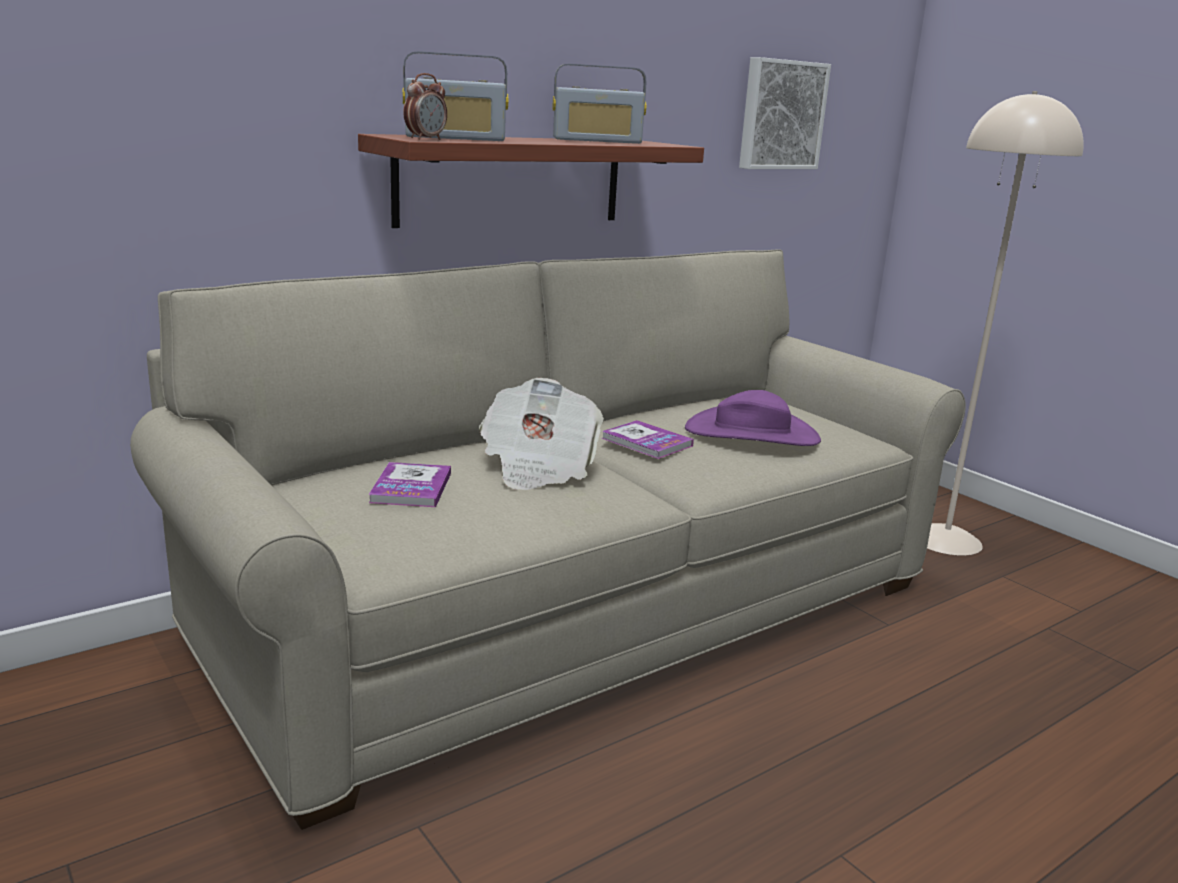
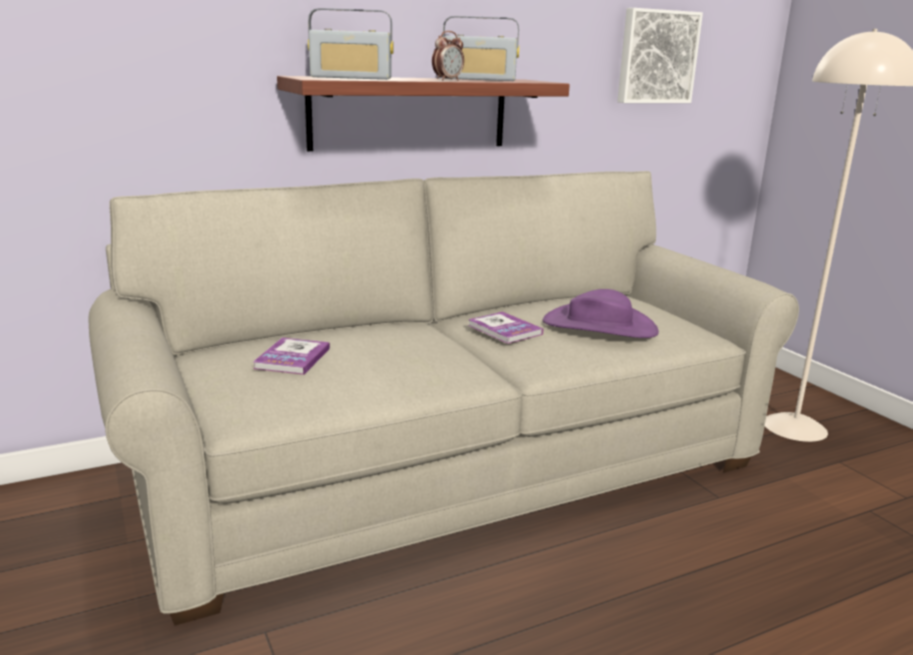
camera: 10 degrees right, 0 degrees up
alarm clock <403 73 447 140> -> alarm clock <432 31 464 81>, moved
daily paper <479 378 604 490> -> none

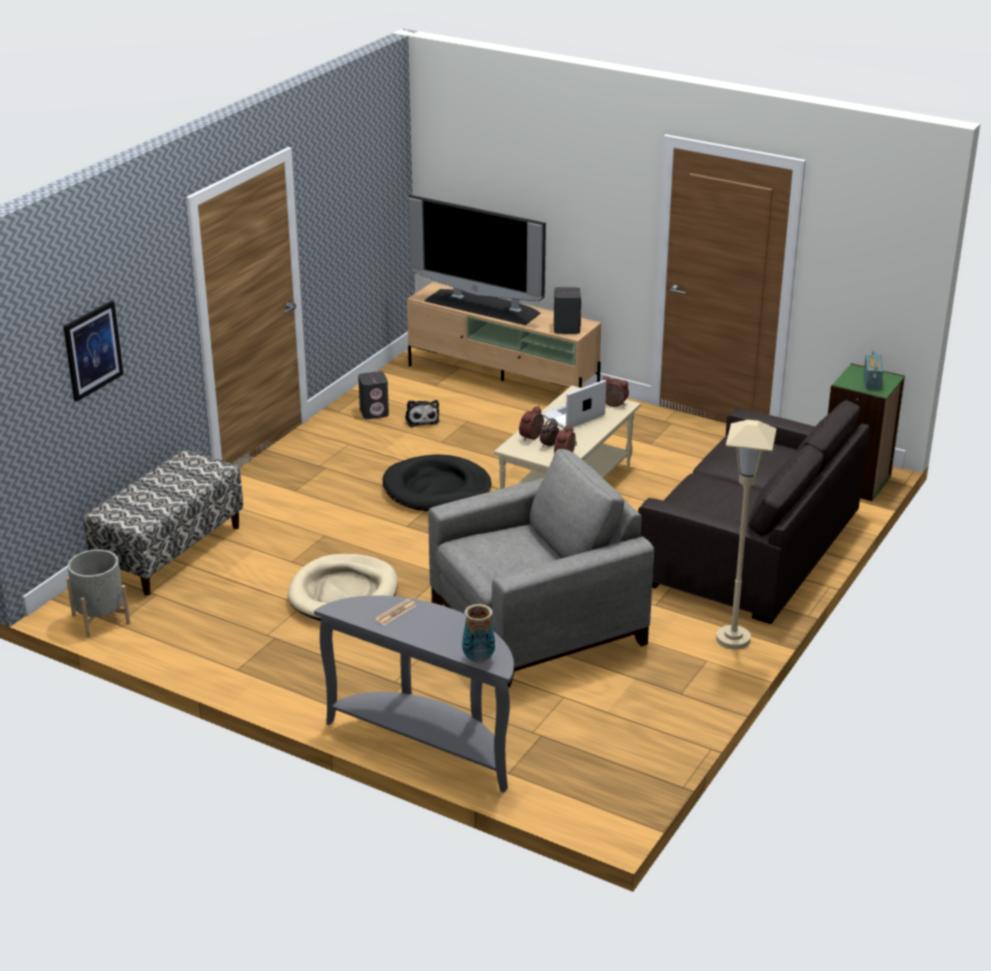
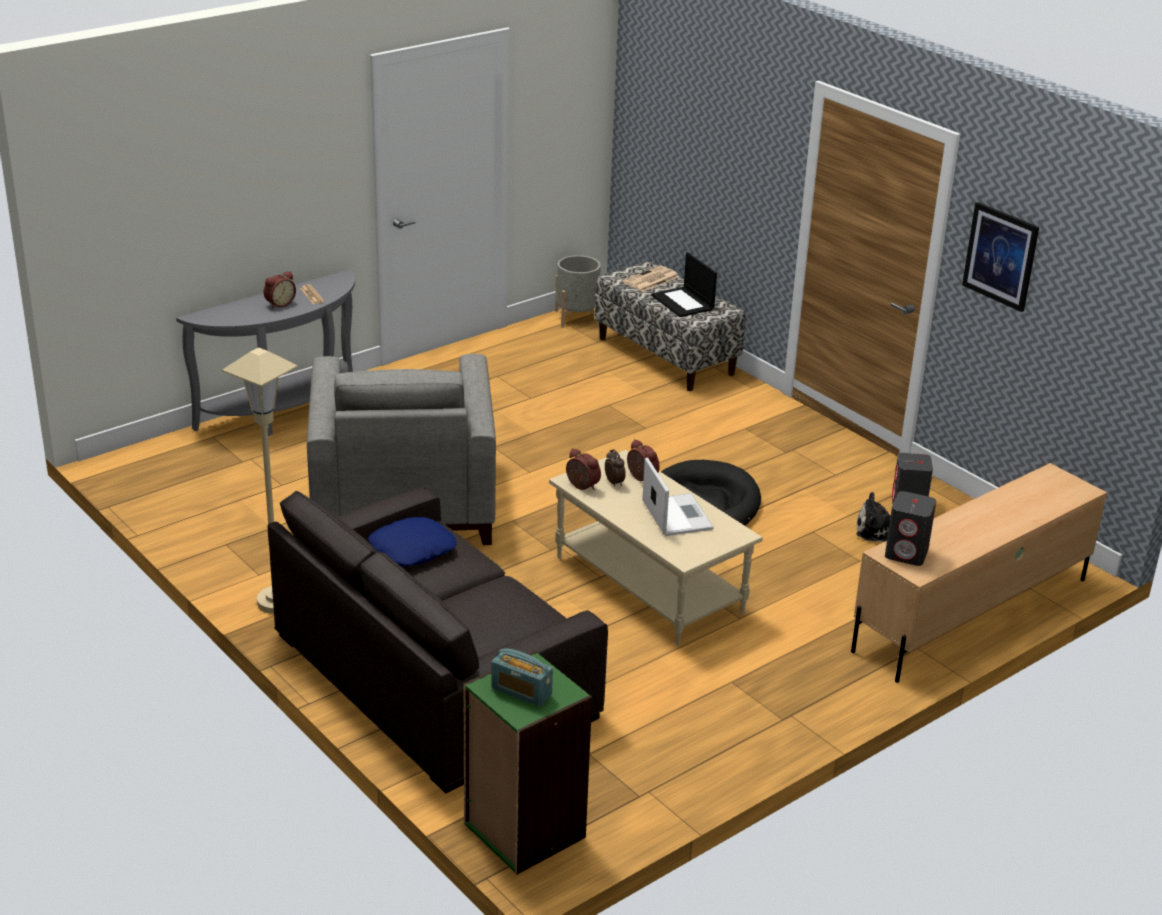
camera: 110 degrees right, 0 degrees up
television <408 195 546 325> -> none
picture <63 300 124 402> -> picture <962 202 1039 312>, moved
alarm clock <602 377 629 407> -> alarm clock <264 271 296 308>, moved
beige dog cushion <288 554 398 621> -> none
vase <462 604 495 663> -> none
none -> laptop <651 252 717 317>
none -> daily paper <622 265 680 292>
none -> blue throw pillow <368 517 457 566>

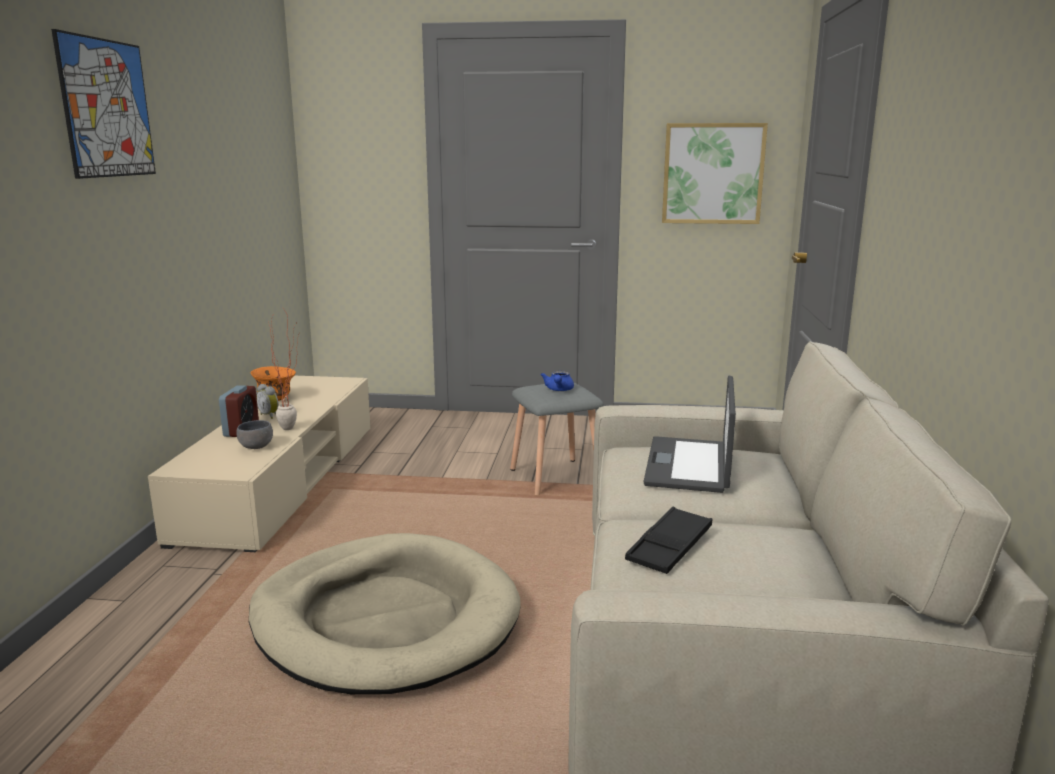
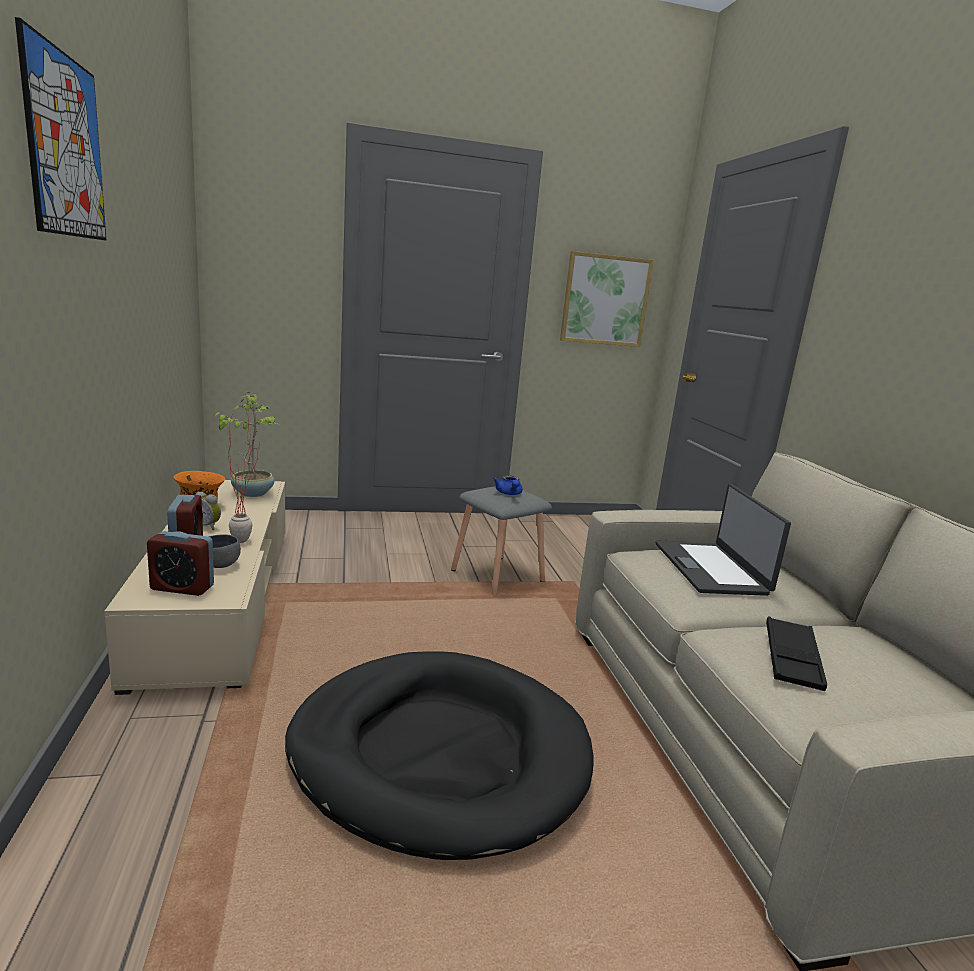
camera: 20 degrees left, 0 degrees up
beige dog cushion <249 533 521 694> -> black-coloured dog cushion <285 652 594 860>
none -> potted plant <213 392 279 497>
none -> alarm clock <147 531 214 596>

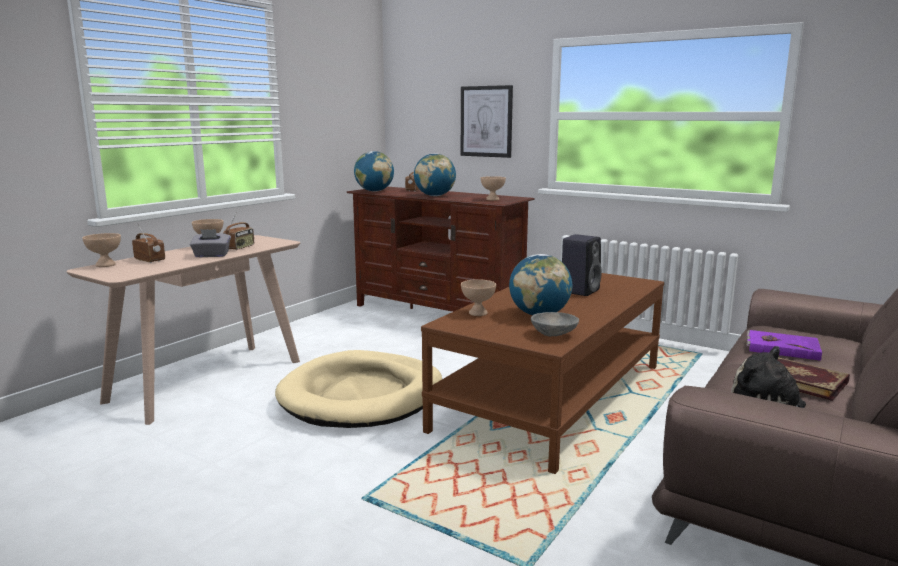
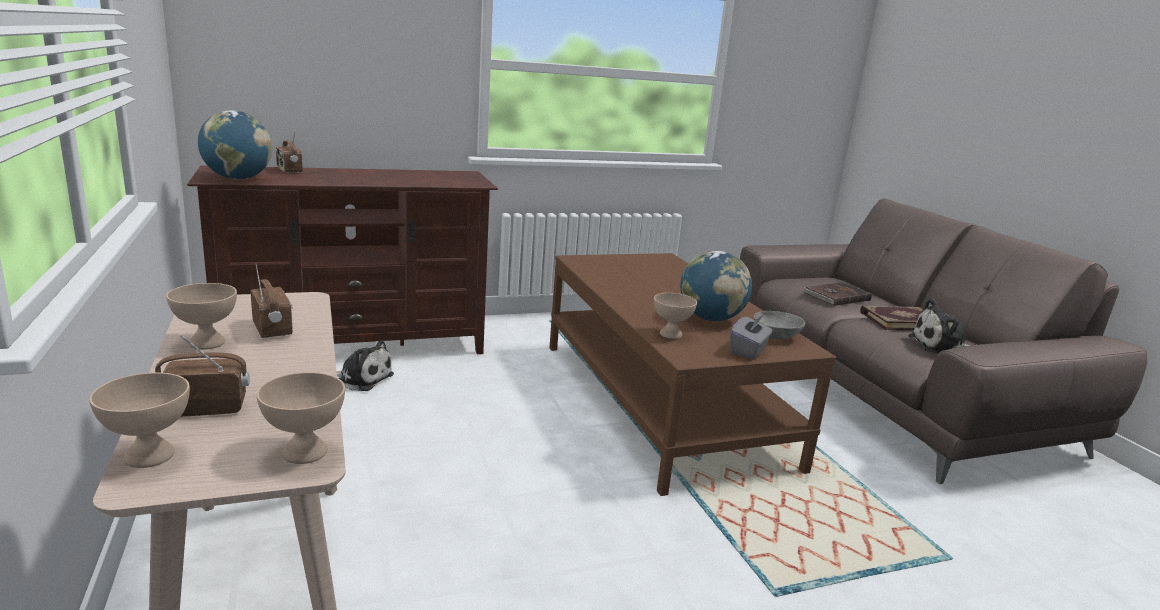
camera: 55 degrees left, 5 degrees up
picture <461 85 513 158> -> none
desk globe <414 153 456 196> -> none
beige deep dish <481 176 506 200> -> beige deep dish <257 372 345 464>, moved
gray tissue box <190 229 230 257> -> gray tissue box <730 314 773 359>, moved
black-coloured speaker <562 234 602 296> -> none
purple-coloured bound book <747 330 822 361> -> brown-coloured bound book <802 282 872 306>
beige dog cushion <275 350 442 428> -> none
none -> soft toy <337 340 394 391>

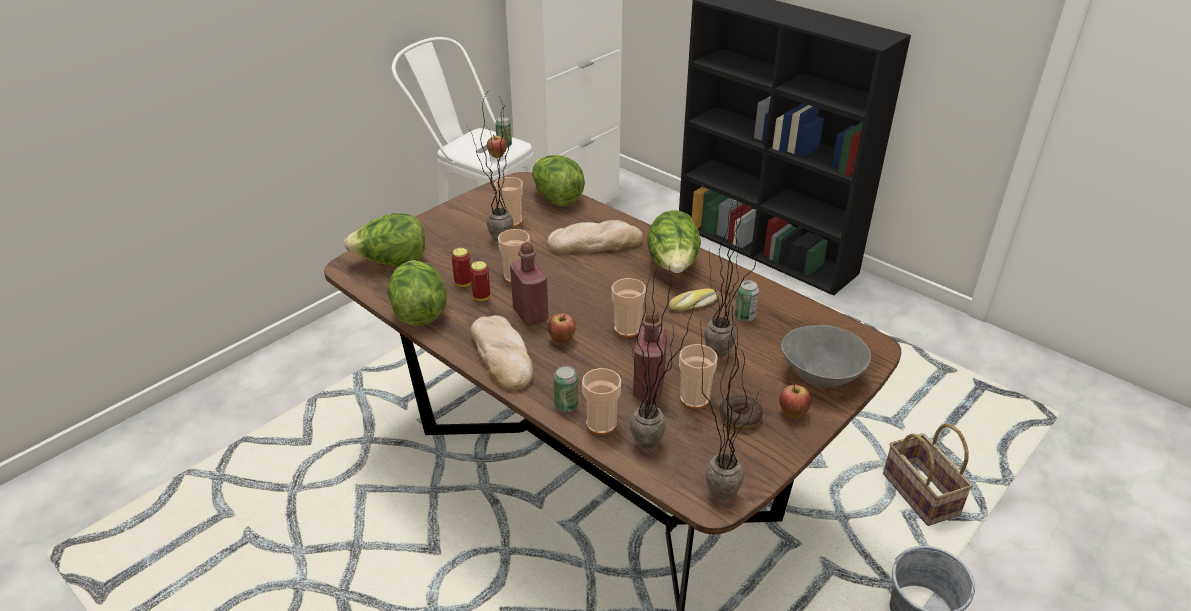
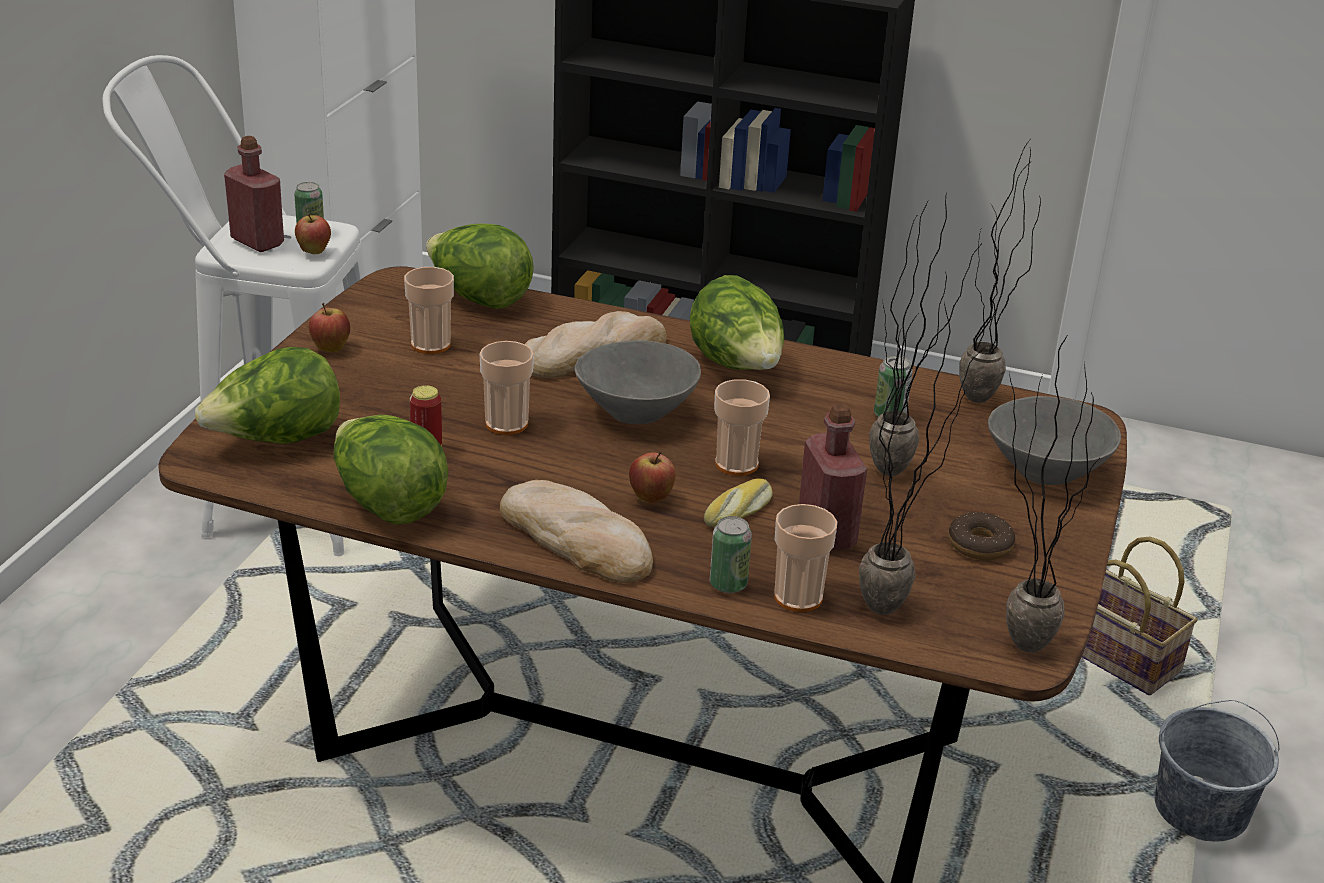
camera: 25 degrees left, 5 degrees down
potted plant <468 93 514 243> -> potted plant <959 140 1041 403>, moved
red-coloured drink bottle <510 242 548 326> -> red-coloured drink bottle <224 136 284 252>, moved
sealed can <470 261 490 301> -> none
baked bread <669 288 718 311> -> baked bread <704 479 773 527>, moved
small cup <679 344 718 409> -> none
apple <779 383 811 418> -> apple <309 303 350 352>, moved
none -> gray deep dish <574 340 701 424>

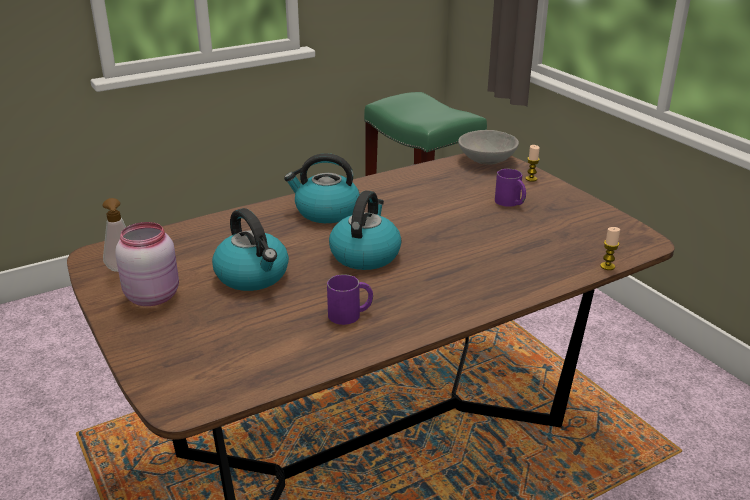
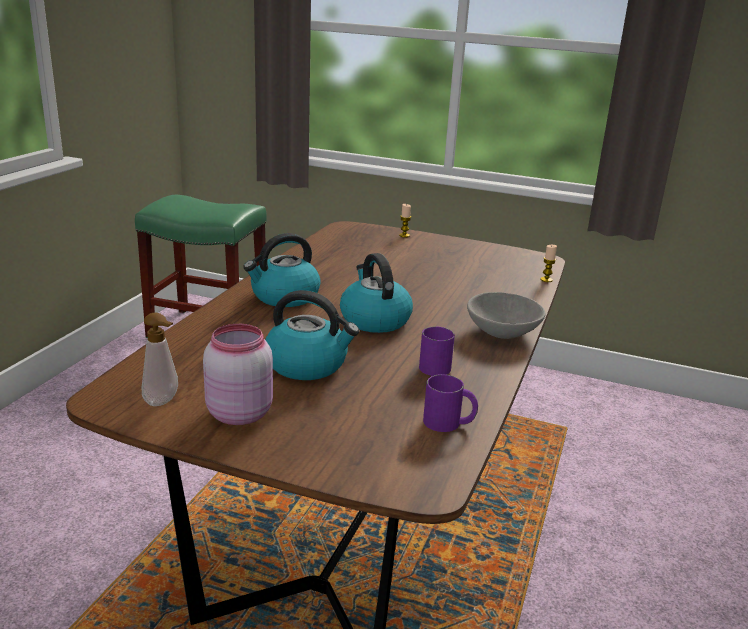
camera: 40 degrees left, 5 degrees down
gray deep dish <458 130 519 165> -> gray deep dish <467 292 545 339>, moved
purple-coloured coffee mug <495 169 526 207> -> purple-coloured coffee mug <423 374 478 432>, moved

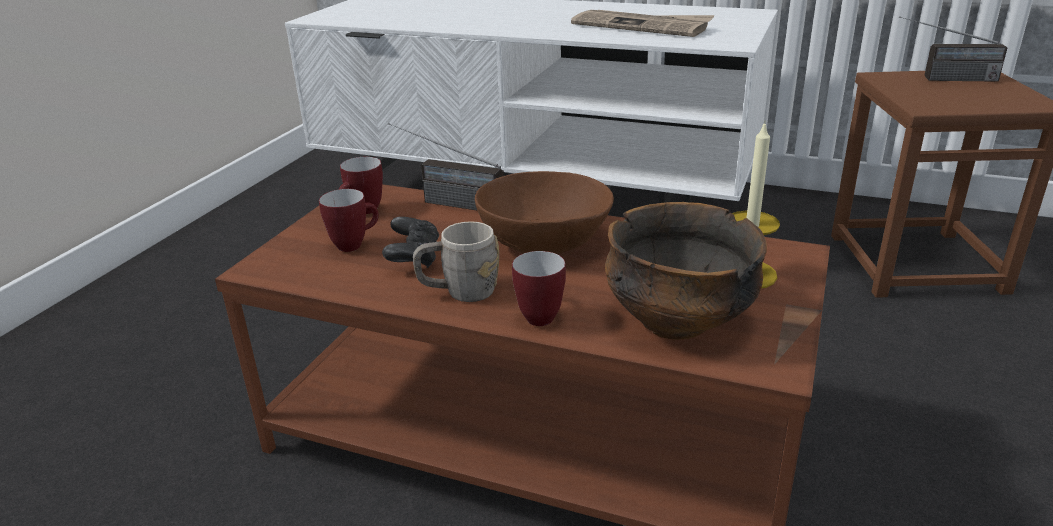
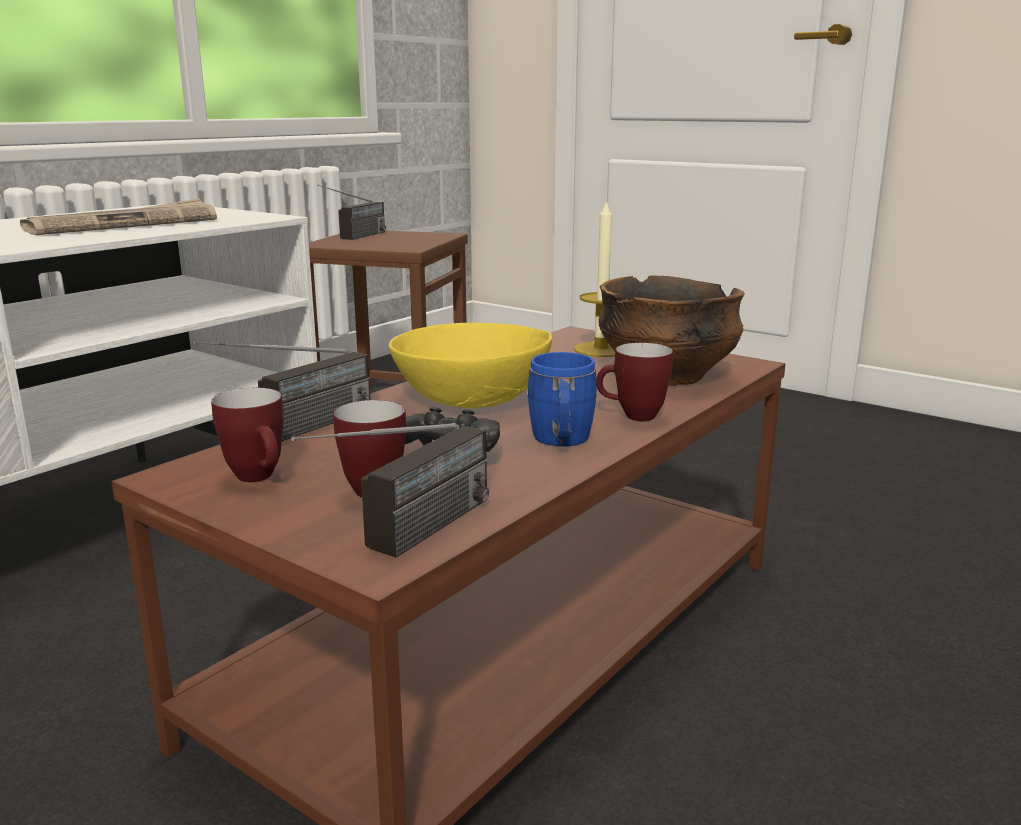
camera: 75 degrees left, 10 degrees down
brown-coloured deep dish <475 171 614 254> -> yellow-coloured deep dish <389 323 553 409>
gray coffee mug <413 221 499 302> -> blue coffee mug <527 352 597 447>
none -> radio set <291 423 489 558>

